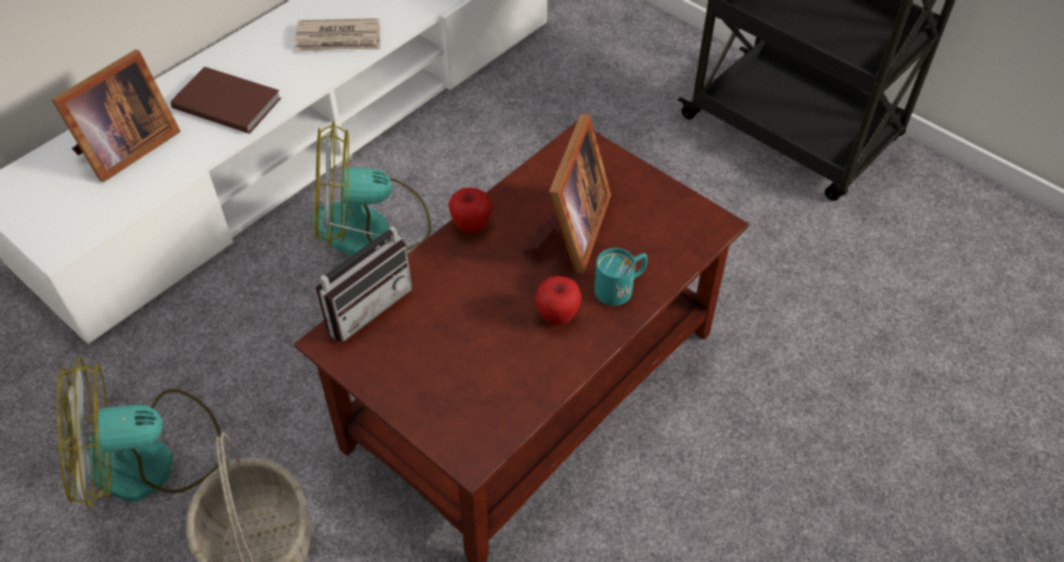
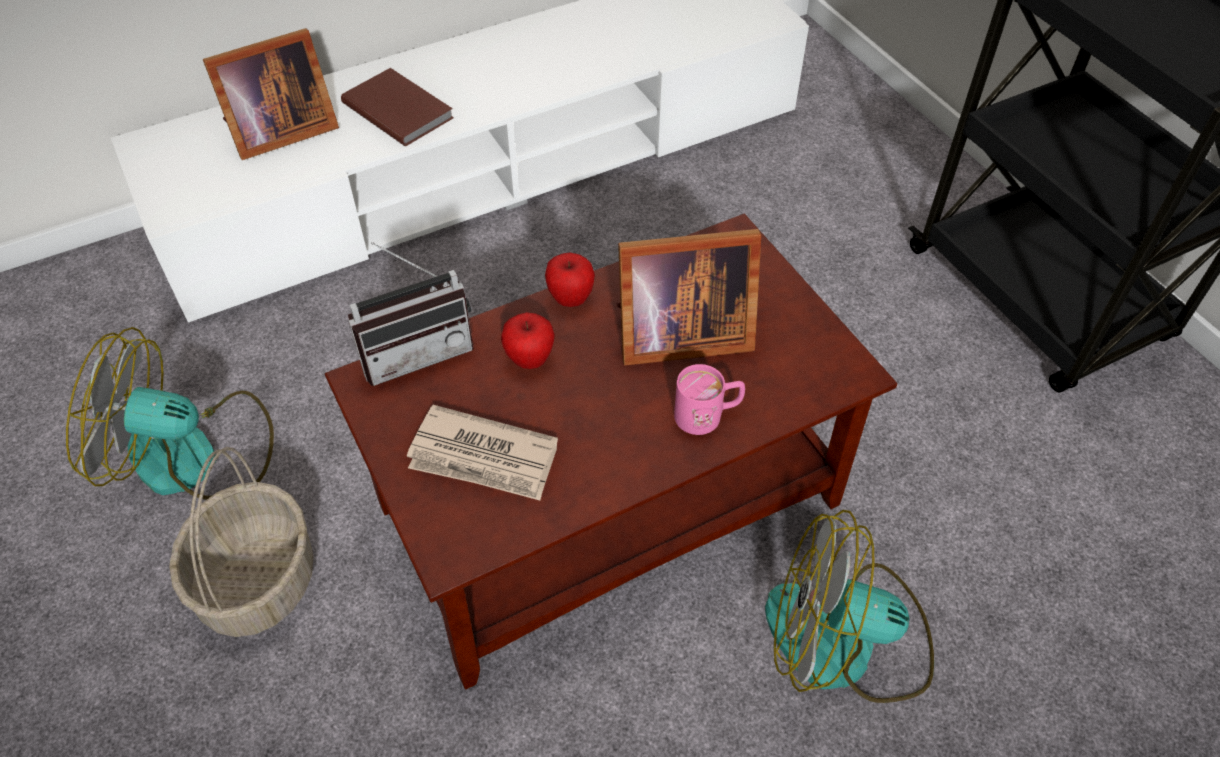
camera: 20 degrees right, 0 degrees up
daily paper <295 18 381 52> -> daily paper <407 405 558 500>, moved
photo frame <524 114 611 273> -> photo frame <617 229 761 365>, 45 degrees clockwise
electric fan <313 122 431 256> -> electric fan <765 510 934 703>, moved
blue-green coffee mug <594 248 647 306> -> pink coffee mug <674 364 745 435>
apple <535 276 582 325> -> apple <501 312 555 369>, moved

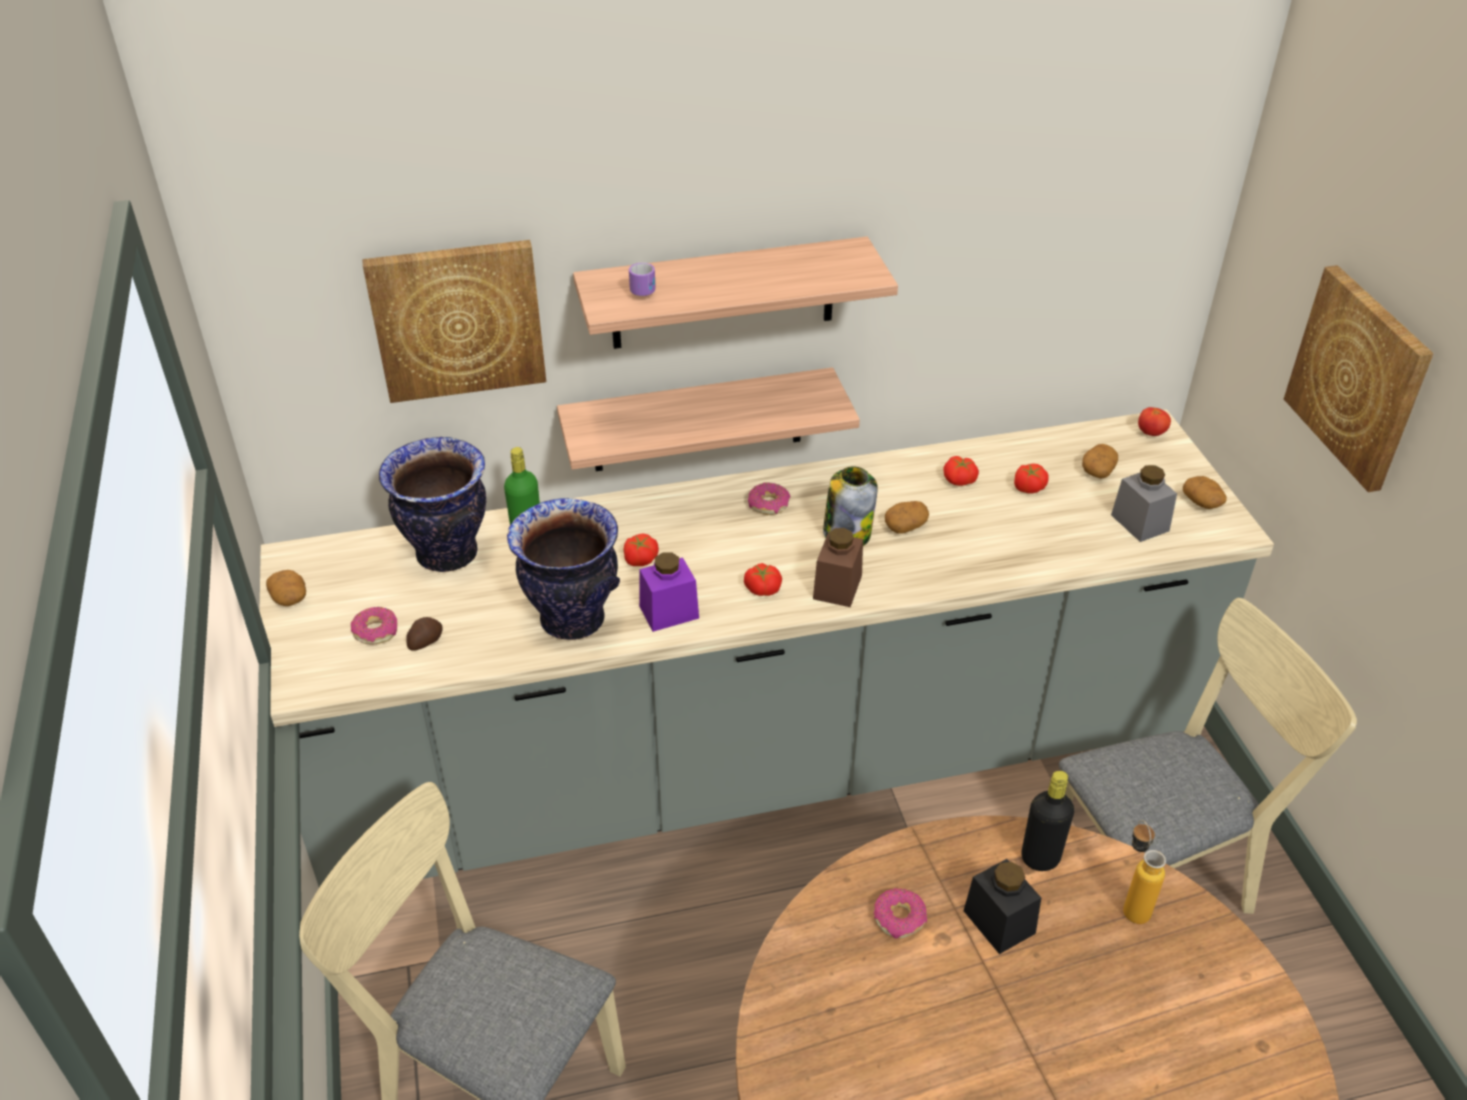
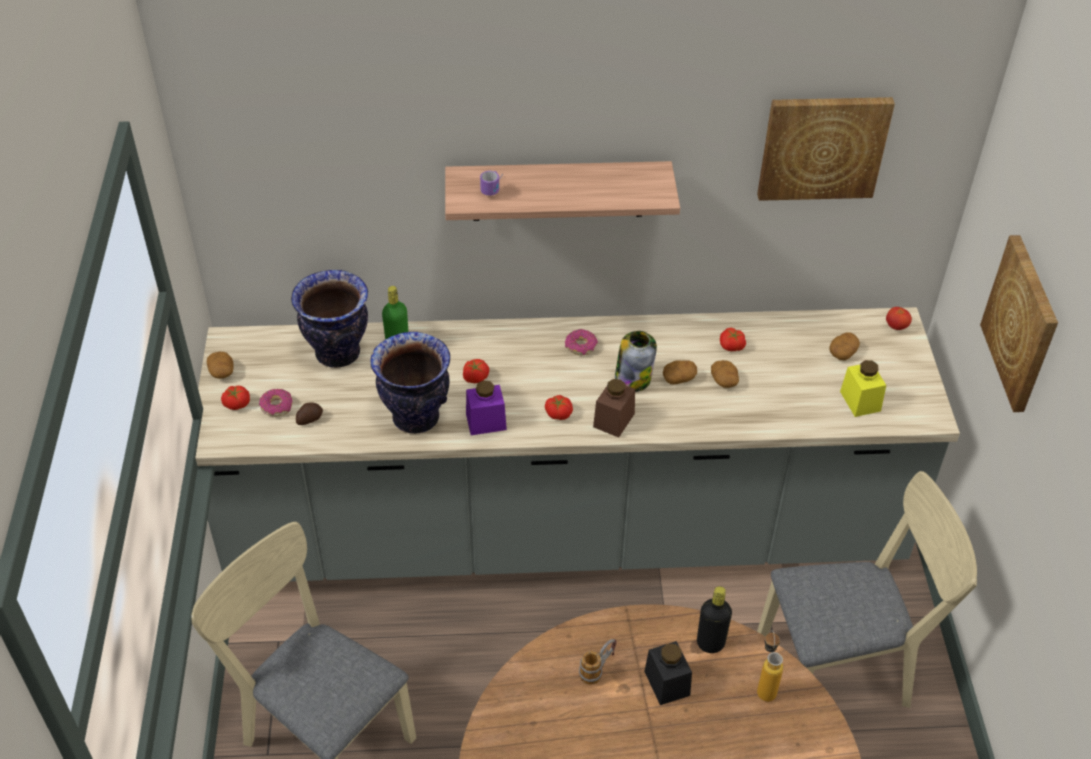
camera: 10 degrees right, 5 degrees up
picture <362 240 546 403> -> picture <757 97 895 201>, moved
shelf <557 367 860 471> -> none
tomato <1014 464 1049 493> -> tomato <221 386 250 410>, moved
gray jar <1111 465 1177 542> -> yellow-coloured jar <840 360 886 417>
whole potato <1183 476 1227 509> -> whole potato <711 360 739 388>, moved
doughnut <874 888 927 939> -> coffee mug <579 639 617 685>

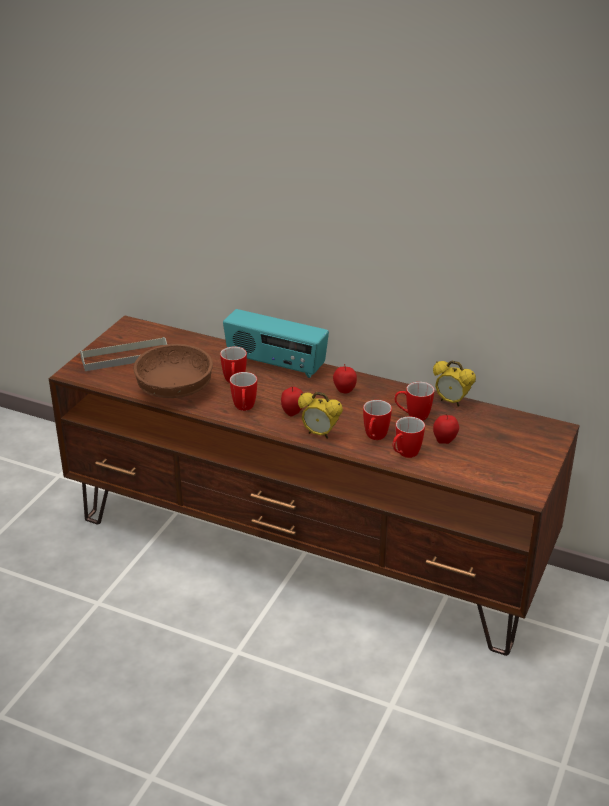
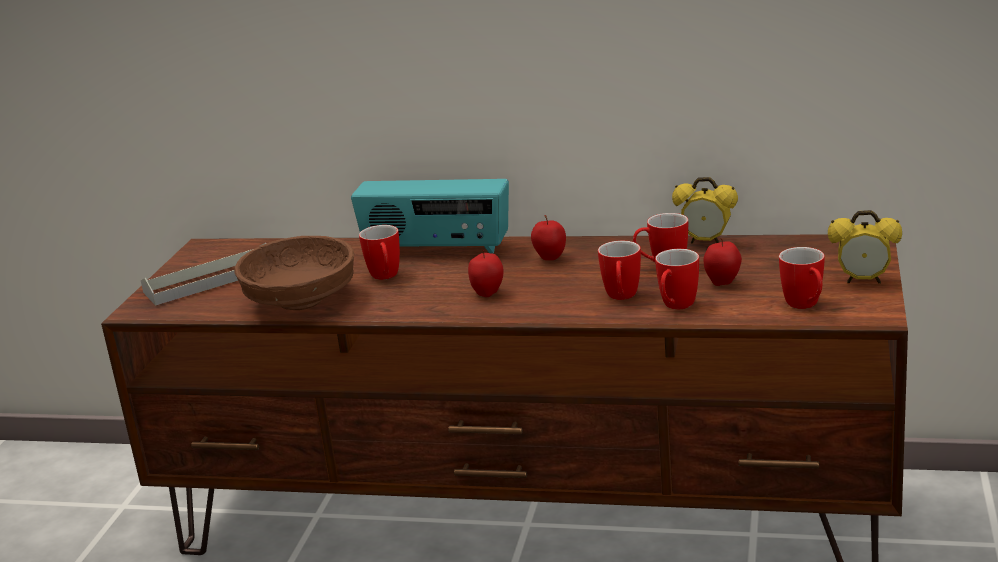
camera: 10 degrees left, 10 degrees down
coffee mug <230 372 257 411> -> coffee mug <779 247 825 309>, moved
alarm clock <298 392 343 439> -> alarm clock <828 210 902 284>, moved

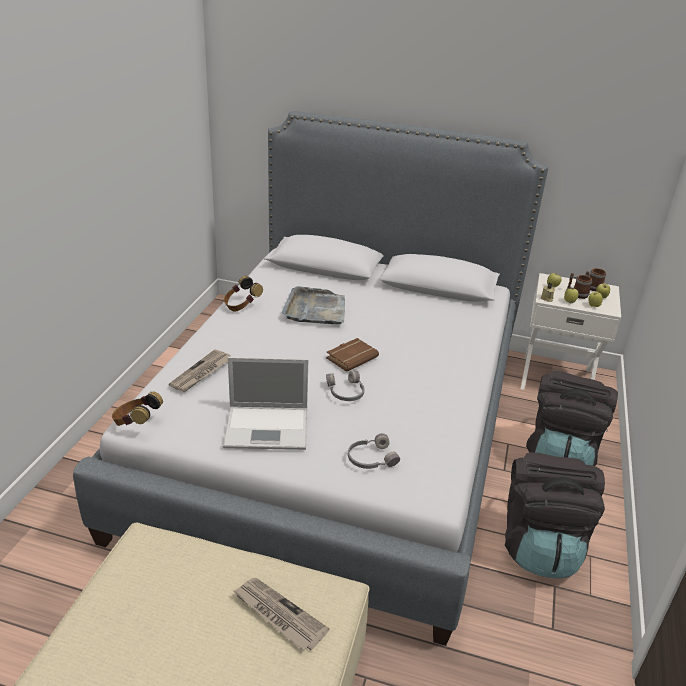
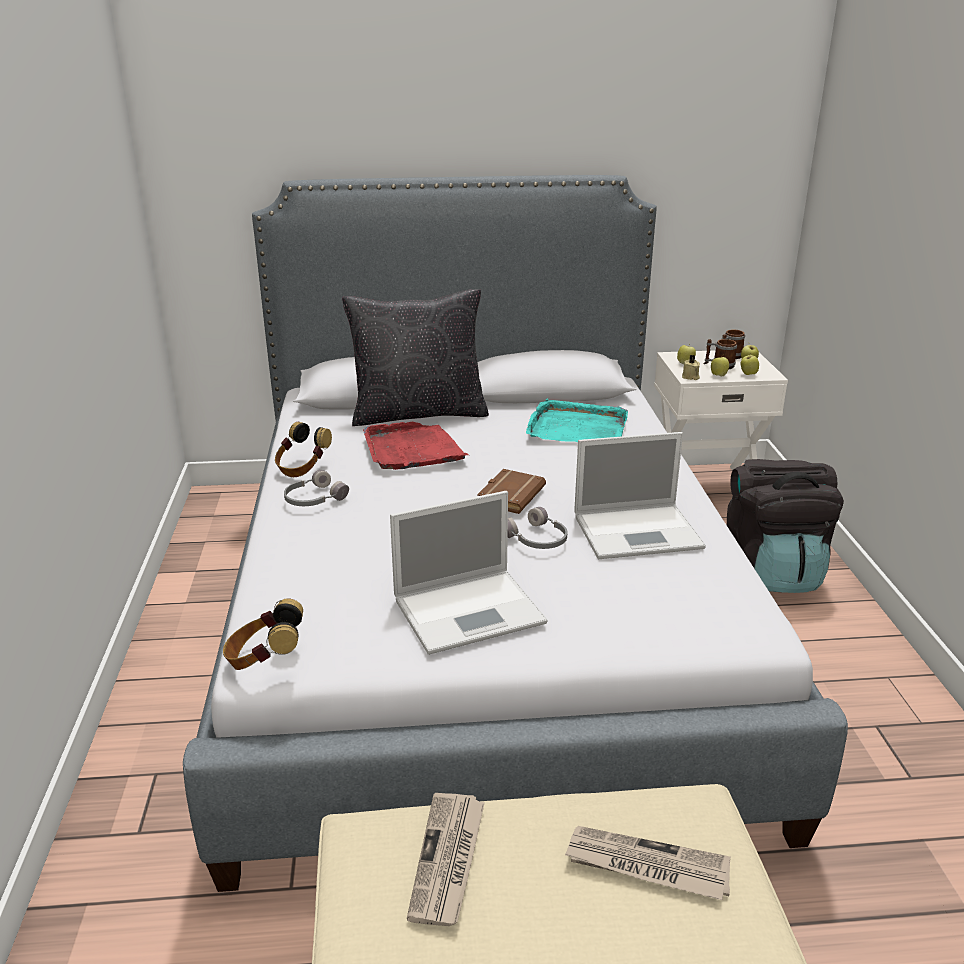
camera: 20 degrees left, 5 degrees down
gray tray <282 286 345 324> -> red-coloured tray <363 422 469 470>
daily paper <169 349 231 392> -> daily paper <407 793 485 926>, moved
gray pair of headphones <348 433 400 469> -> gray pair of headphones <284 470 349 506>, moved
black-coloured knapsack <505 452 605 579> -> none
none -> black-coloured throw pillow <342 289 489 426>
none -> blue-green tray <526 398 628 442>
none -> laptop <574 432 706 559>

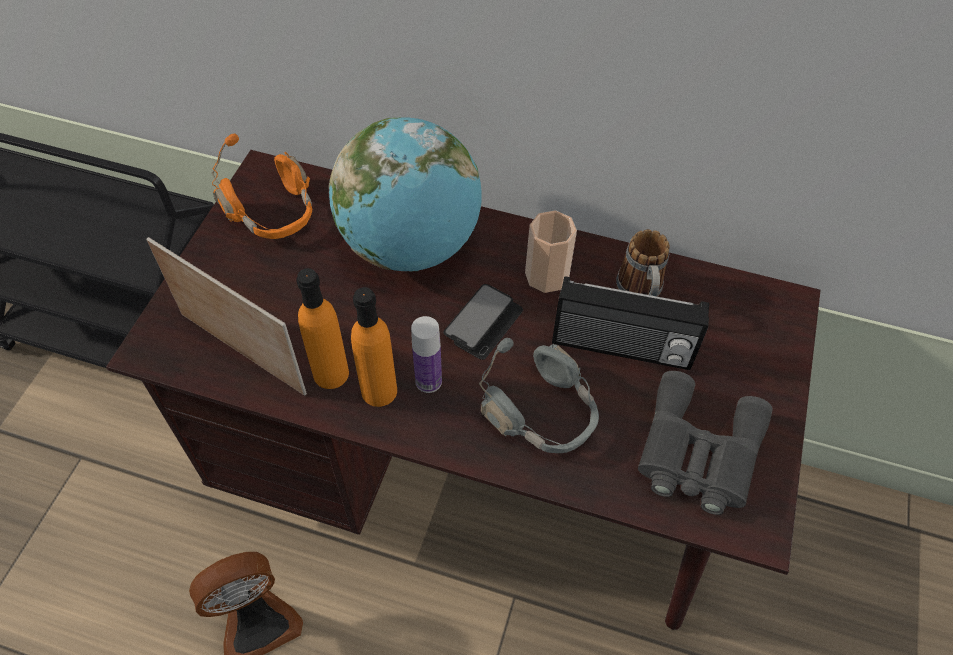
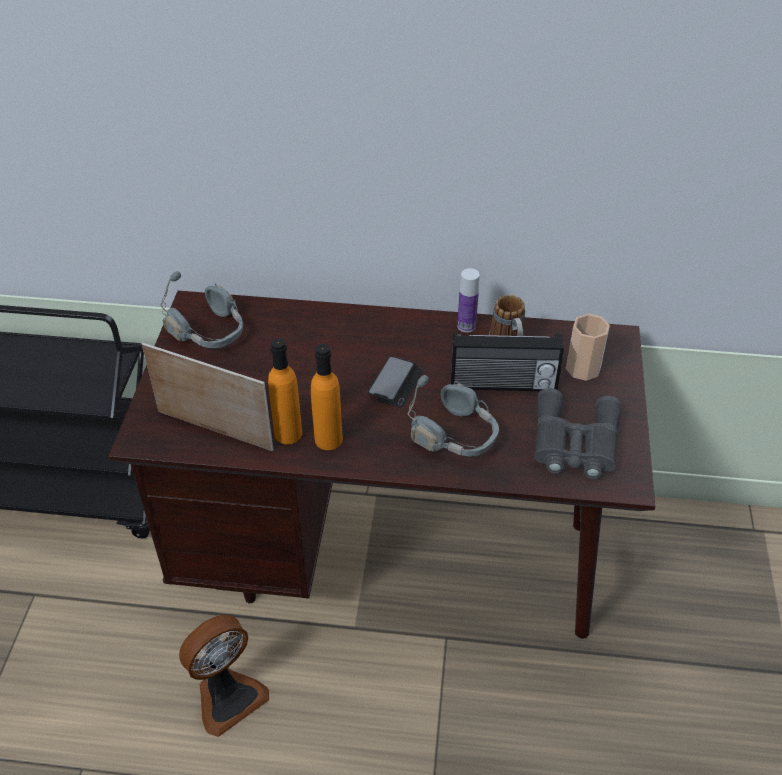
camera: 10 degrees left, 10 degrees down
desk globe <329 117 482 272> -> none
orange pair of headphones <212 134 312 239> -> gray pair of headphones <160 271 243 348>
small cup <525 210 577 293> -> small cup <566 314 610 381>, moved
drink bottle <411 316 442 393> -> drink bottle <457 268 480 333>, moved

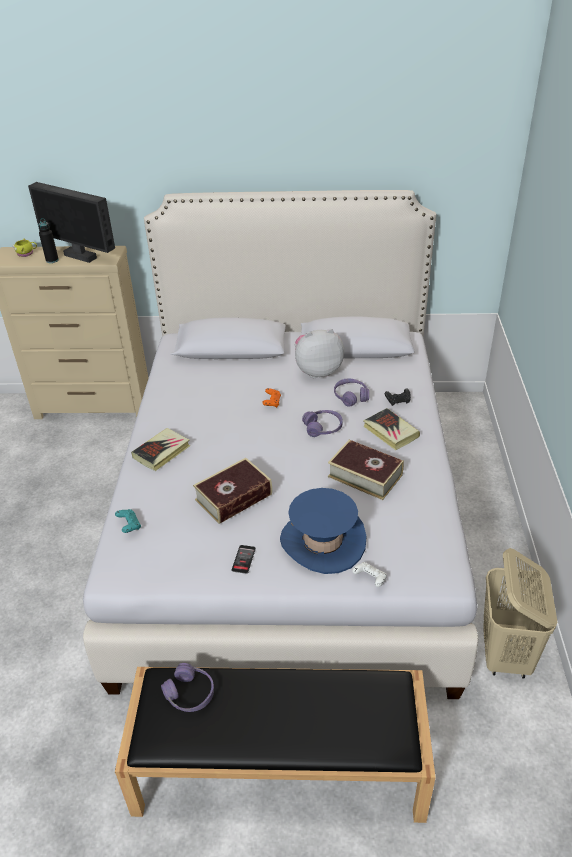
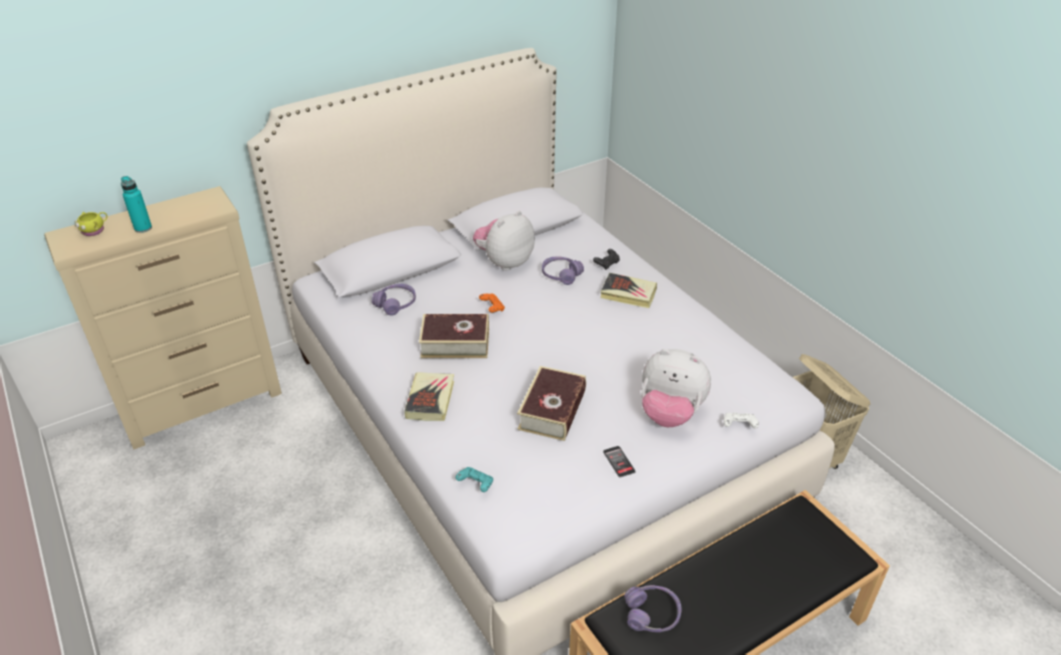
camera: 35 degrees left, 0 degrees up
computer display <28 182 115 263> -> none
black-coloured drink bottle <38 219 59 263> -> blue-green drink bottle <121 176 152 233>
purple-coloured pair of headphones <302 410 342 437> -> purple-coloured pair of headphones <372 284 416 316>, moved
bound book <328 440 404 500> -> bound book <419 314 489 358>, moved
blue hat <280 488 367 574> -> soft toy <641 349 711 427>

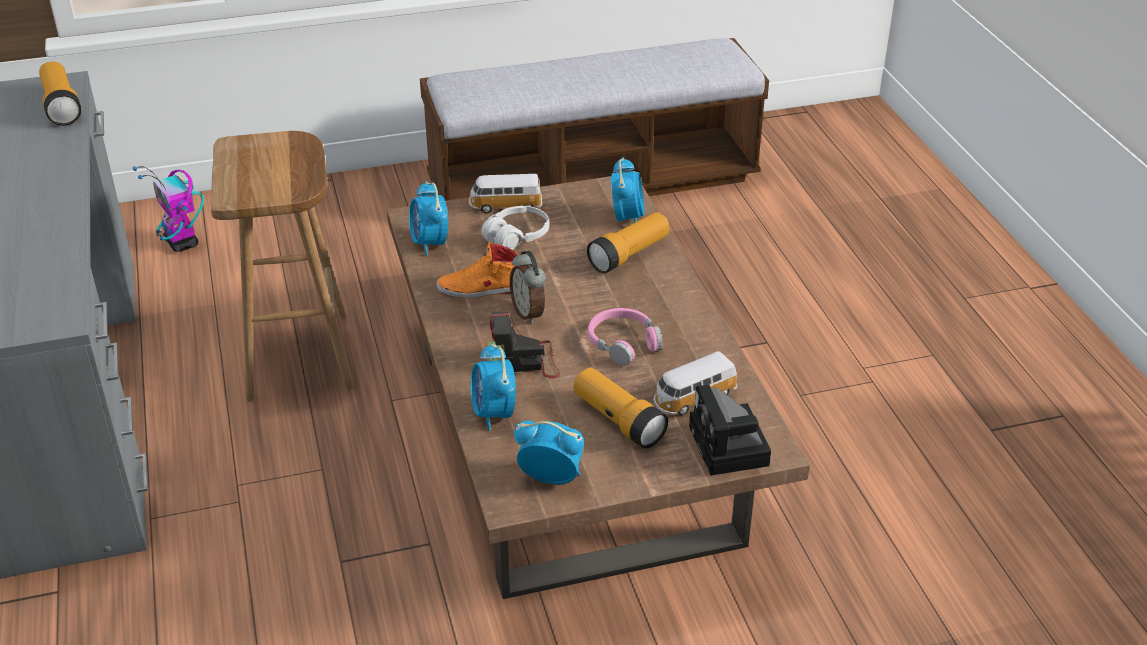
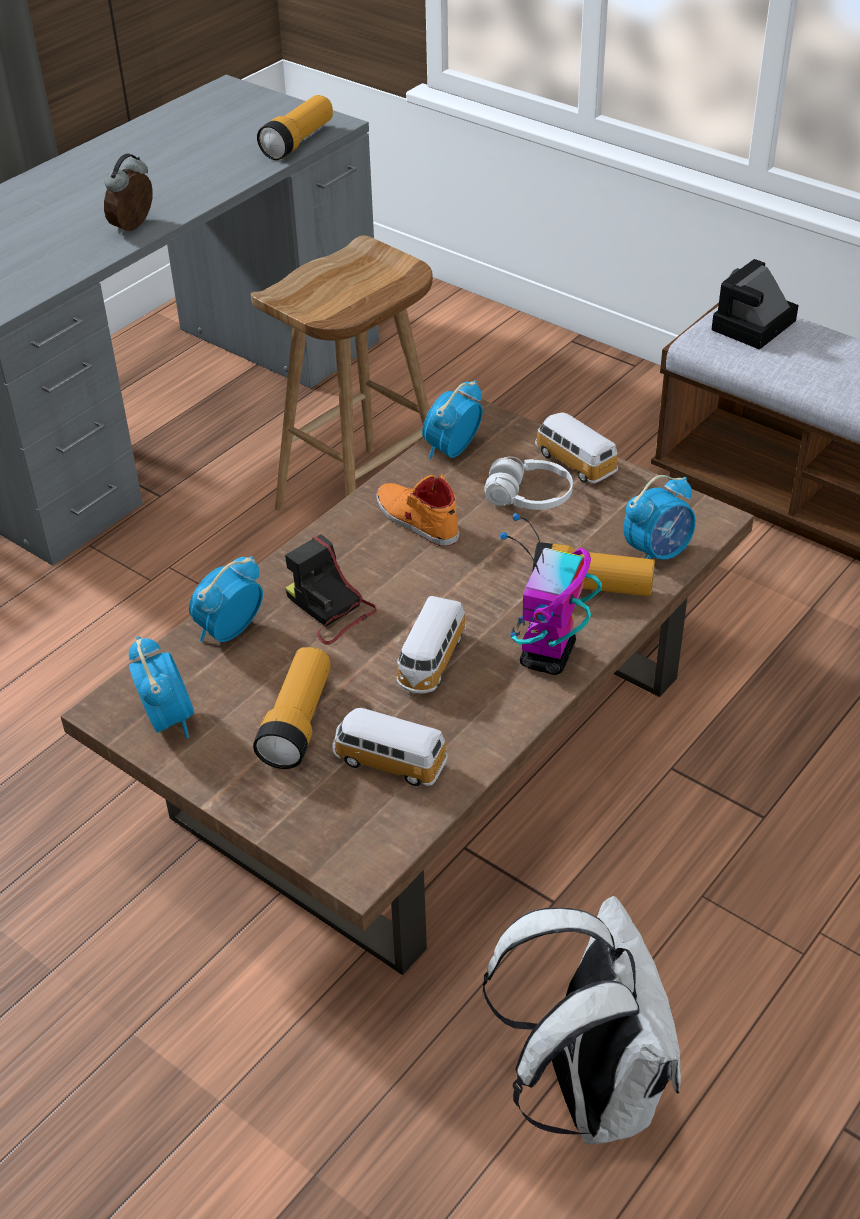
camera: 55 degrees right, 5 degrees up
model robot <133 166 204 252> -> model robot <500 513 602 675>, moved
alarm clock <510 251 546 324> -> alarm clock <104 153 153 234>, moved
pink pair of headphones <588 308 663 366> -> miniature car <394 596 466 693>
photo camera <689 385 771 476> -> photo camera <711 259 799 350>, moved
none -> white-coloured knapsack <483 896 681 1144>

